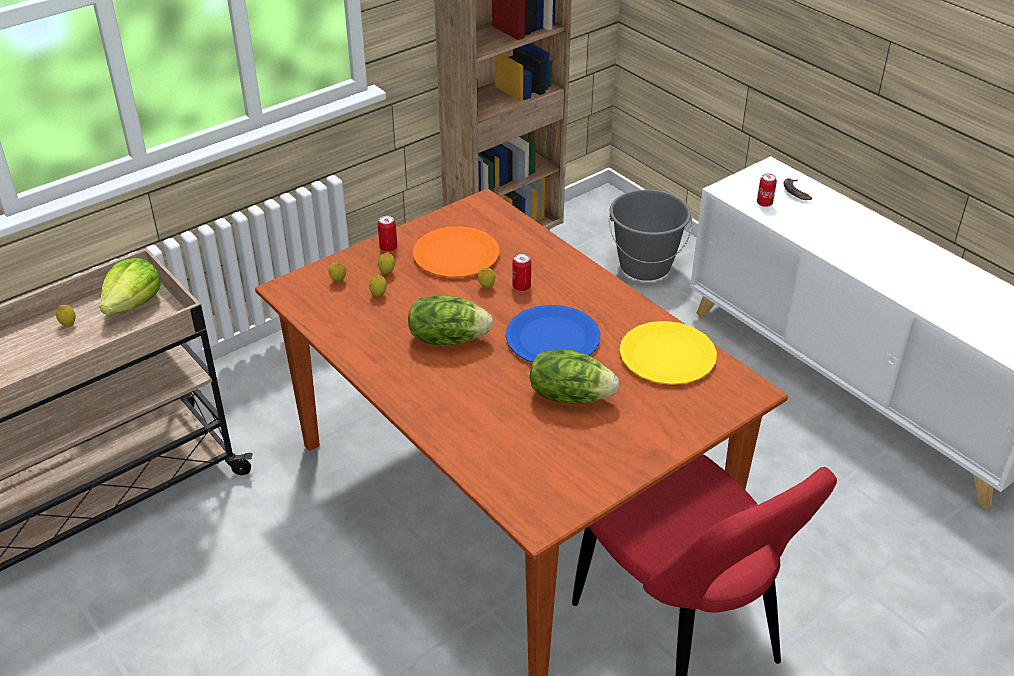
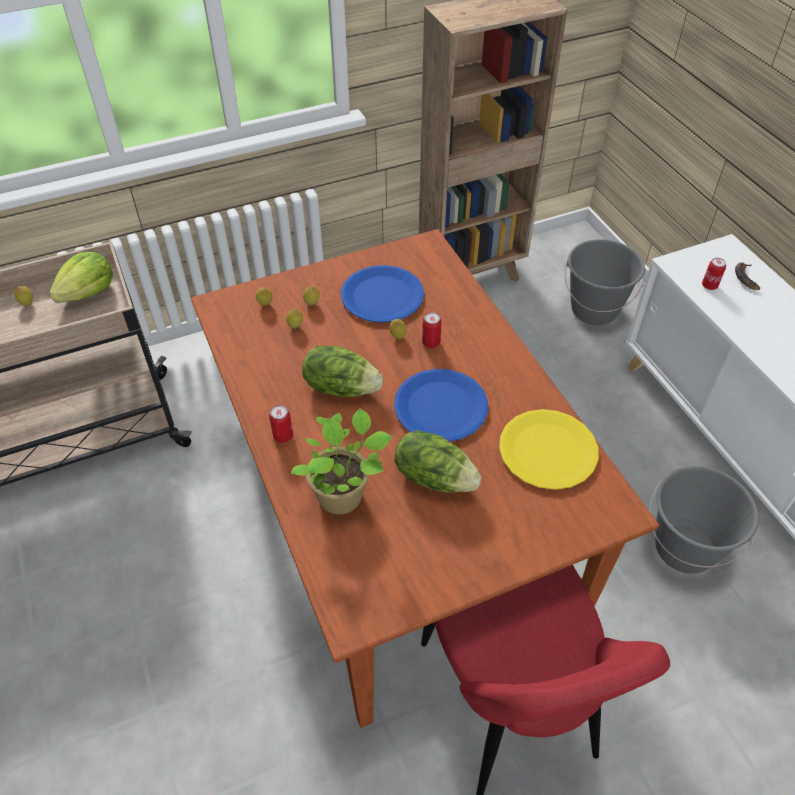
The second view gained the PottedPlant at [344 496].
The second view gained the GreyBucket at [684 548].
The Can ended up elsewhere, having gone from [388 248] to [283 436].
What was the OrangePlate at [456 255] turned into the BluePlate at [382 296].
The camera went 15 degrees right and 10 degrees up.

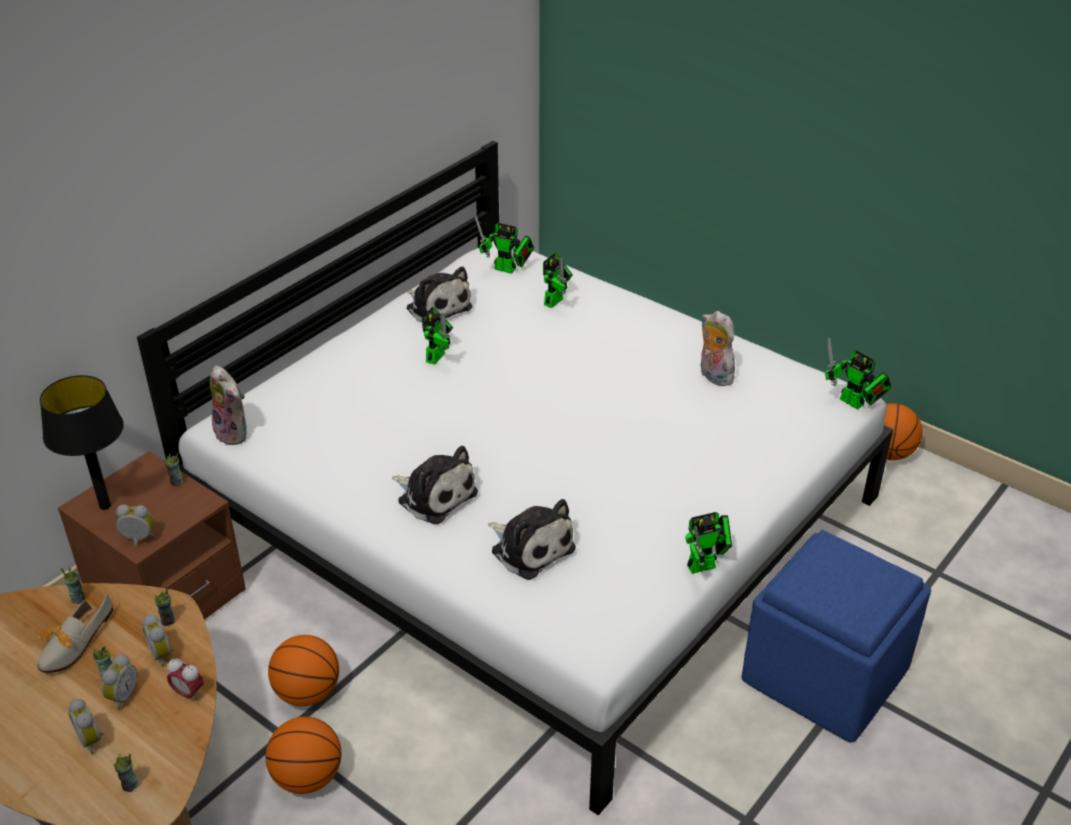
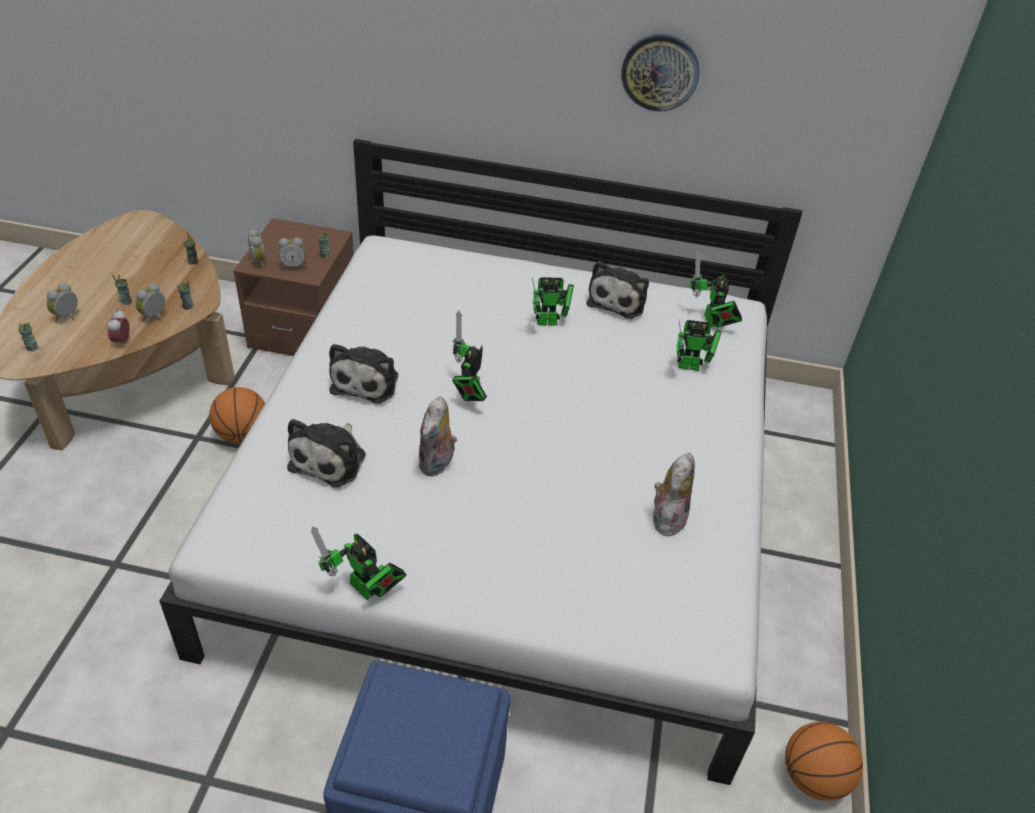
The second view lost the Shoe at [71 646].
The second view lost the BlackTableLamp at [104 506].
The second view lost the Basketball at [307 777].
The second view gained the WallClock at [660 72].
The AlarmClock ended up elsewhere, having gone from [122 696] to [293 265].
The PlushToy ended up elsewhere, having gone from [234 433] to [437 464].
The ToyRobot ended up elsewhere, having gone from [855 404] to [469 394].
The camera went 60 degrees right and 5 degrees up.

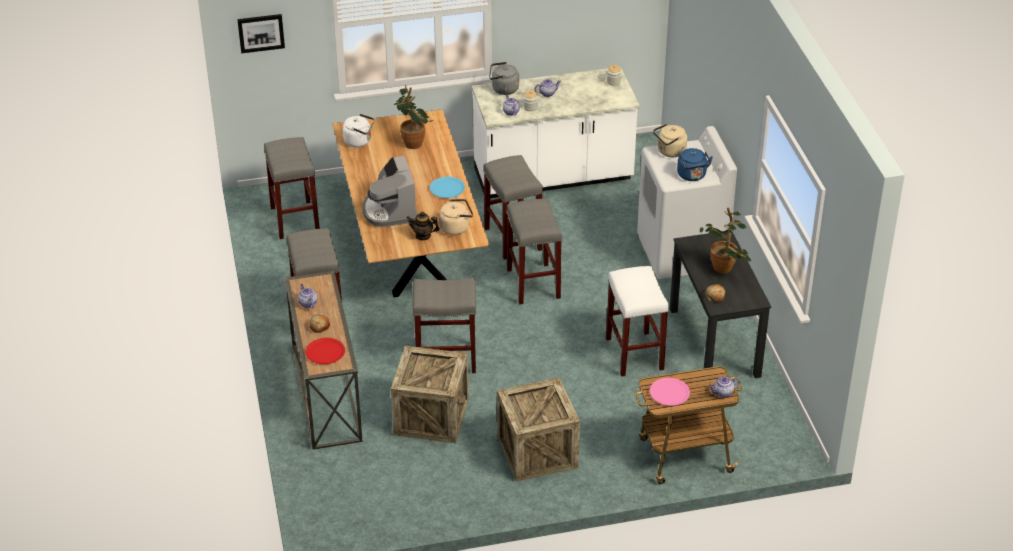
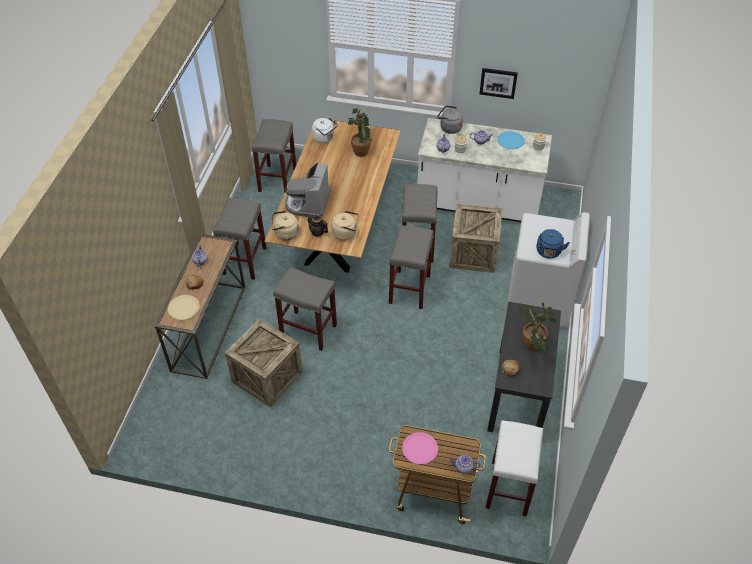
The Picture ended up elsewhere, having gone from [261 32] to [498 82].
The BluePlate ended up elsewhere, having gone from [447 188] to [511 141].
The Crate ended up elsewhere, having gone from [537 452] to [473 253].
The WhiteStool ended up elsewhere, having gone from [633 353] to [508 487].
The BeigeKettle ended up elsewhere, having gone from [670 152] to [285 234].
What was the RedPlate at [325 352] turned into the BeigePlate at [183 308].
The camera went 25 degrees right and 10 degrees up.

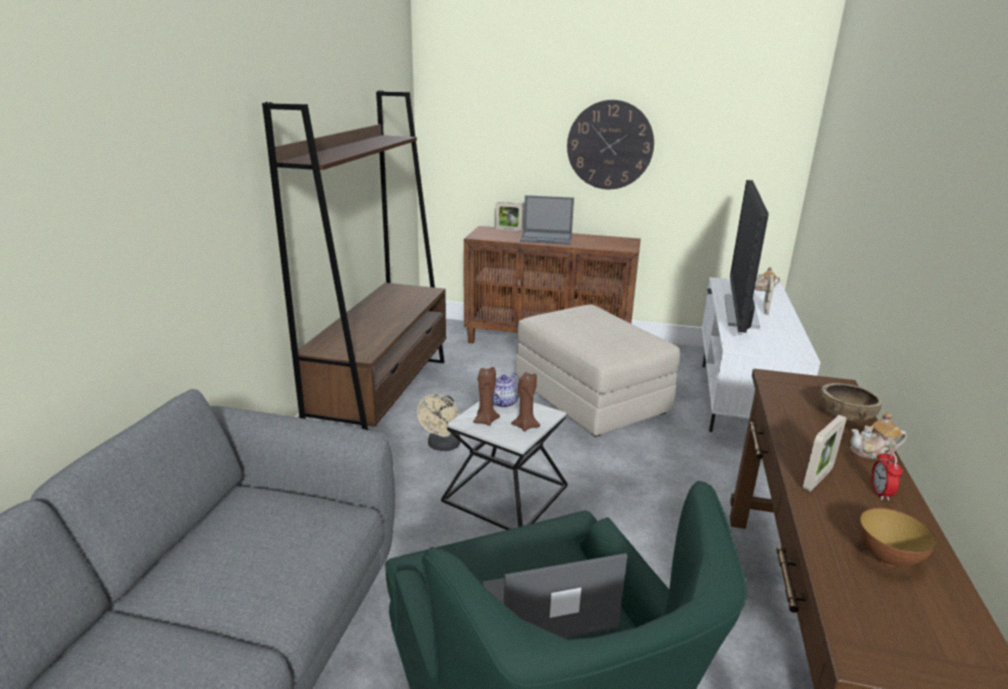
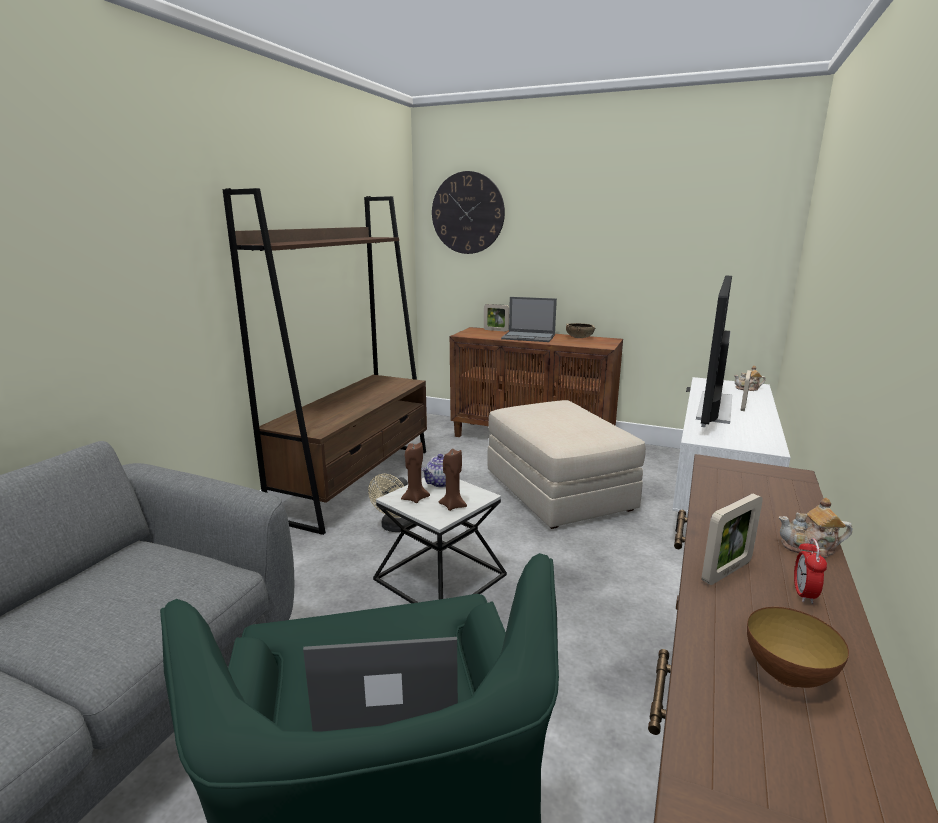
The WallClock ended up elsewhere, having gone from [610 145] to [467 213].
The BrownBowl ended up elsewhere, having gone from [845 416] to [579 337].
The camera went 10 degrees right and 5 degrees down.

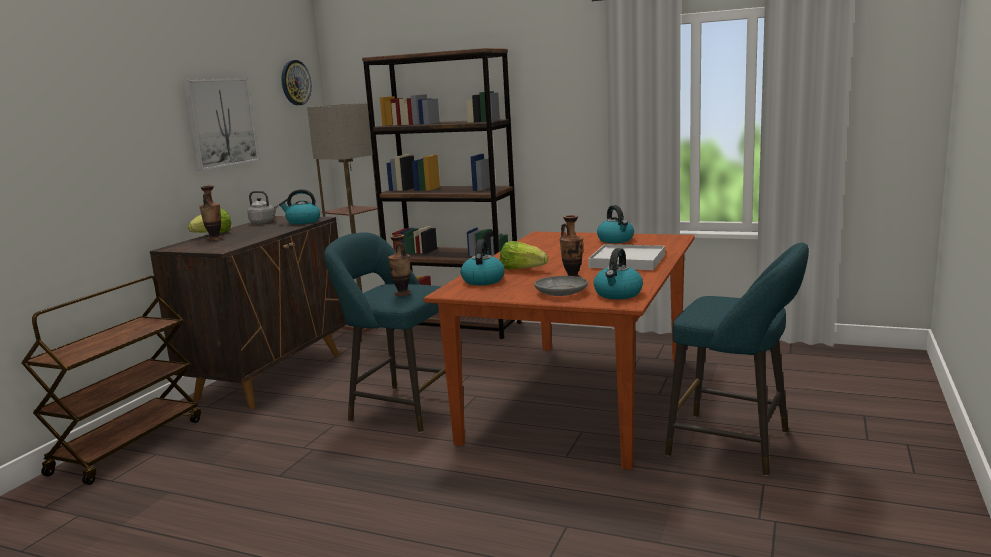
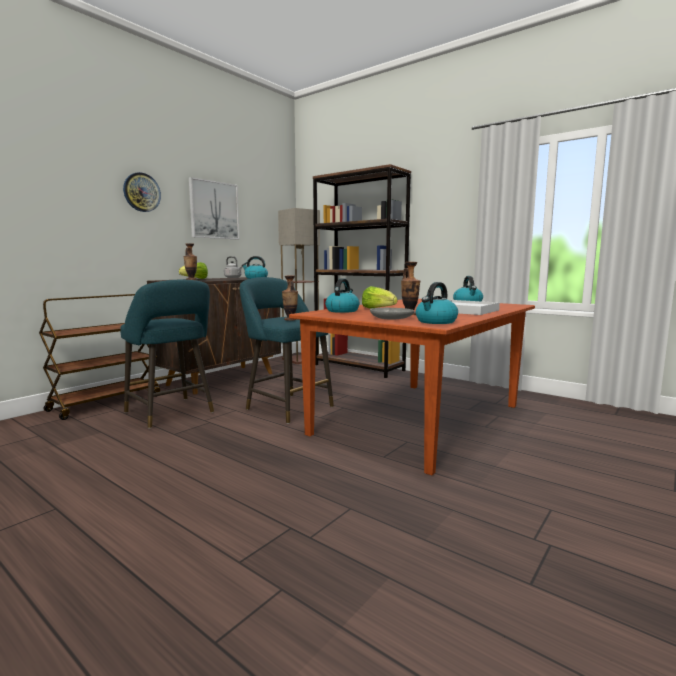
The WallClock ended up elsewhere, having gone from [295 82] to [141 192].
The TurquoiseStool ended up elsewhere, having gone from [736 445] to [171 413].
The camera went 15 degrees right and 5 degrees down.

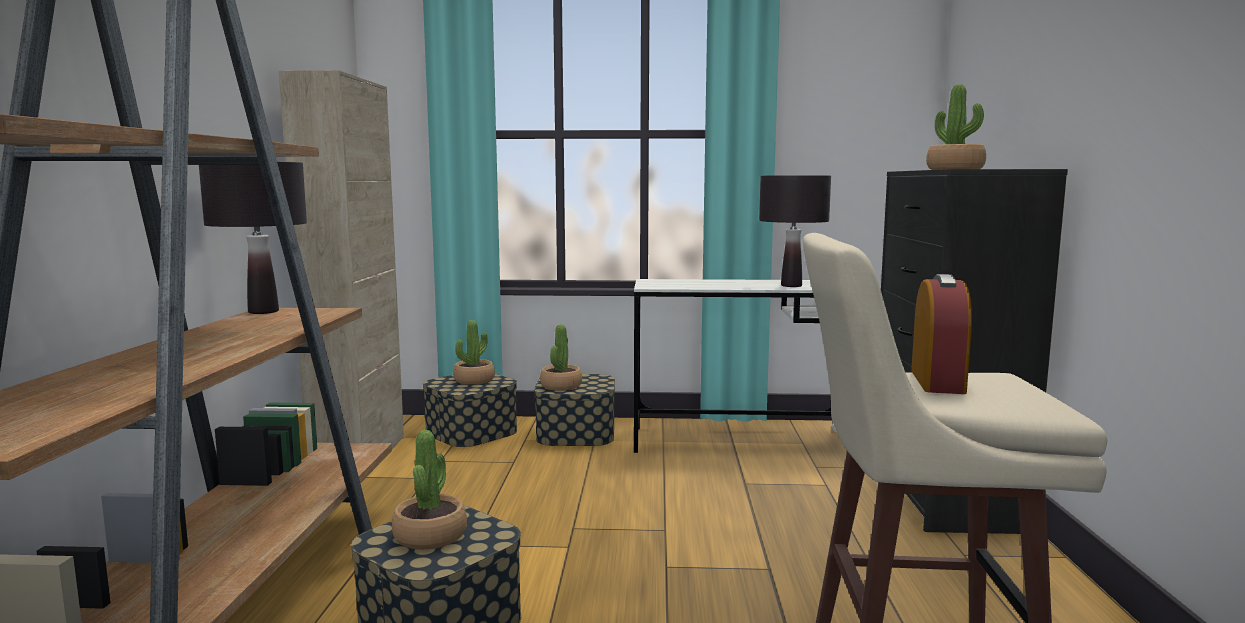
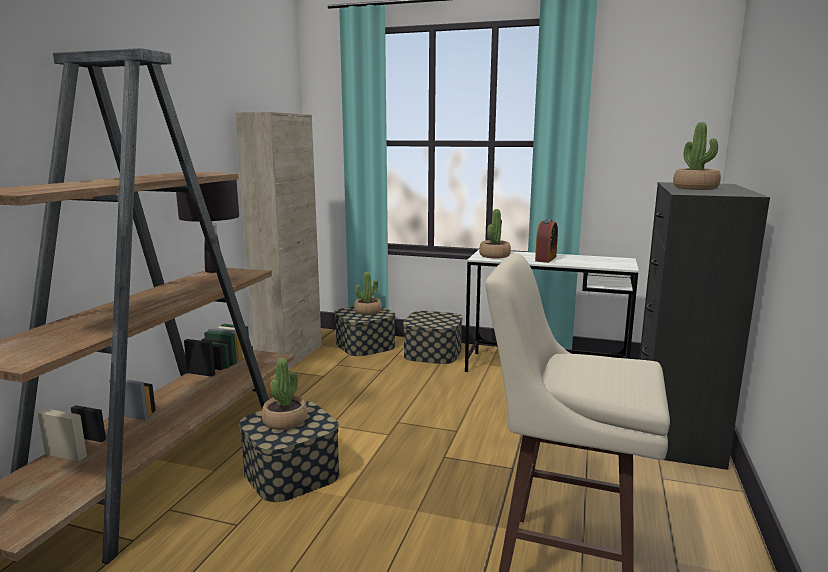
The second view lost the BlackTableLamp at [791 285].
The PottedPlant ended up elsewhere, having gone from [561 386] to [494 256].
The AlarmClock ended up elsewhere, having gone from [937 381] to [545 259].
The camera went 15 degrees right and 5 degrees up.

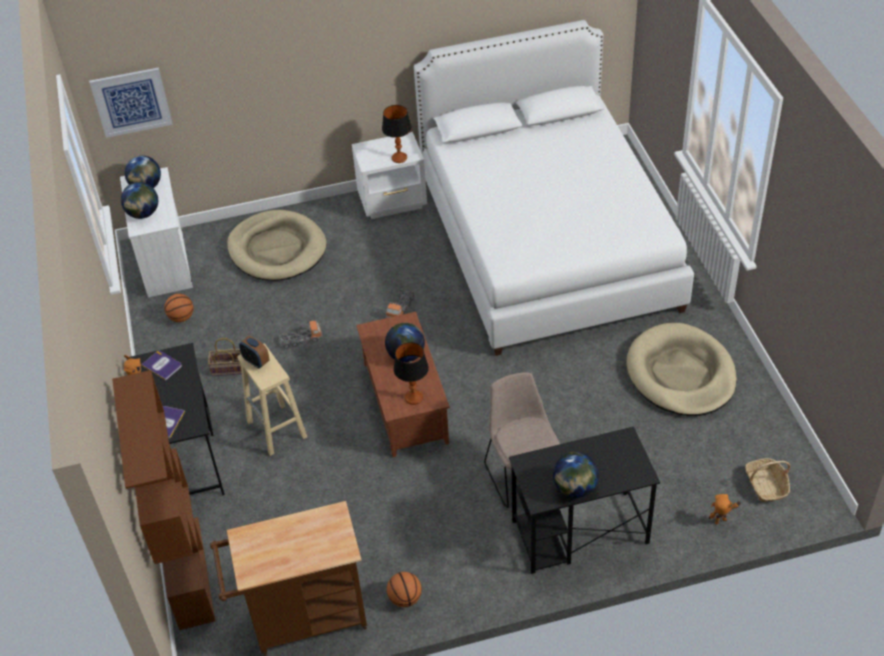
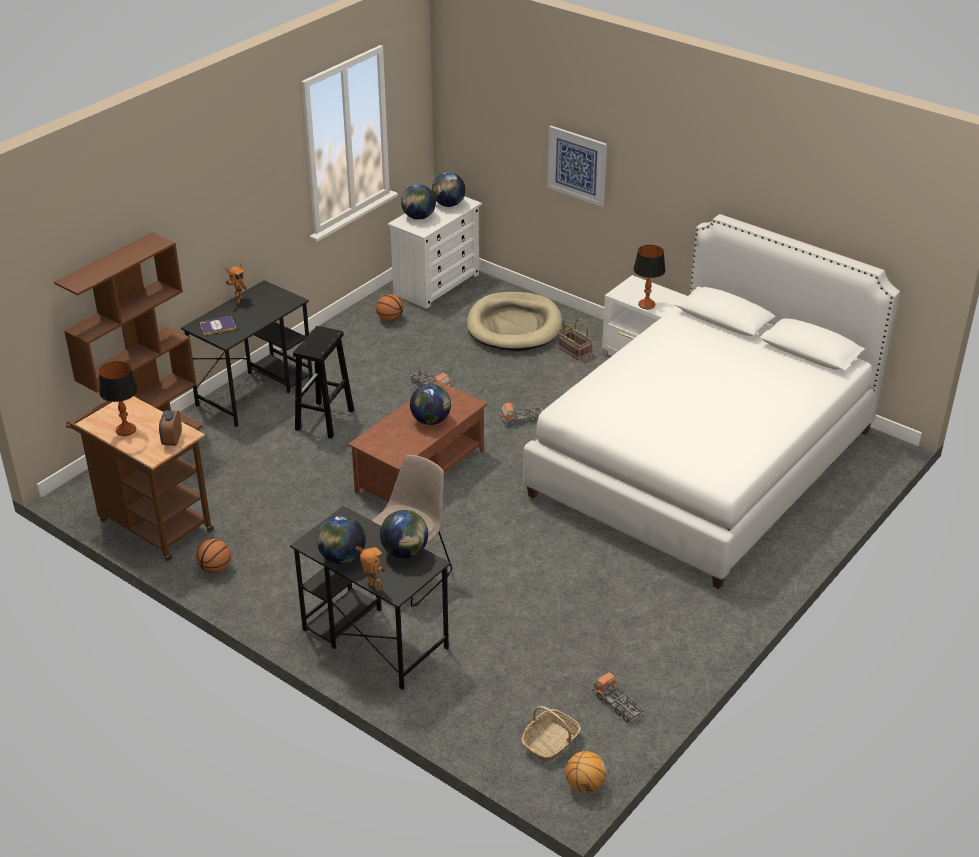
The second view lost the Book at [162 365].
The second view lost the BeigeDogBed at [681 374].
The second view gained the Globe at [405 552].
The second view gained the Basketball at [584 785].
The second view gained the ToyTruck at [618 704].
The Picture ended up elsewhere, having gone from [131 102] to [577 165].
The Basket ended up elsewhere, having gone from [227 369] to [573 351].
The AlarmClock ended up elsewhere, having gone from [256 361] to [172 440].
The TableLamp ended up elsewhere, having gone from [414 398] to [125 430].
The ToyRobot ended up elsewhere, having gone from [722 523] to [374 588].
What was the BeigeStool at [277 430] turned into the BlackStool at [324 420].
The camera went 50 degrees right and 10 degrees down.

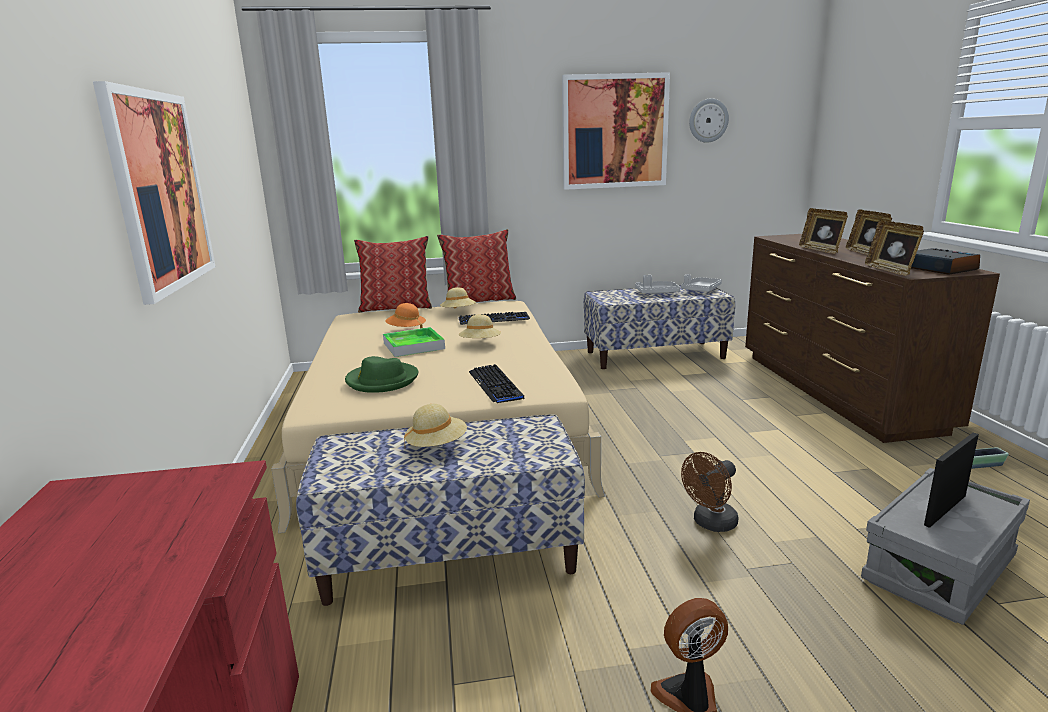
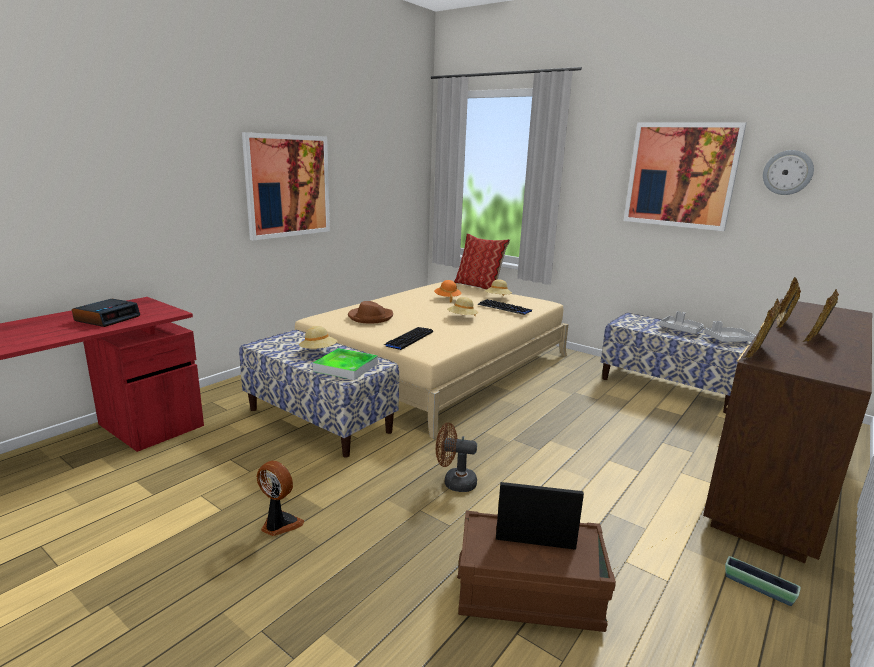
The second view lost the Pillow at [479 300].
The Tray ended up elsewhere, having gone from [413 346] to [346 367].
The AlarmClock ended up elsewhere, having gone from [939 268] to [108 318].
What was the GreenHat at [382 380] turned into the BrownHat at [370 317].
What was the GreyStorageBox at [938 569] turned into the BrownStorageBox at [528 593].
The camera went 45 degrees right and 0 degrees up.

